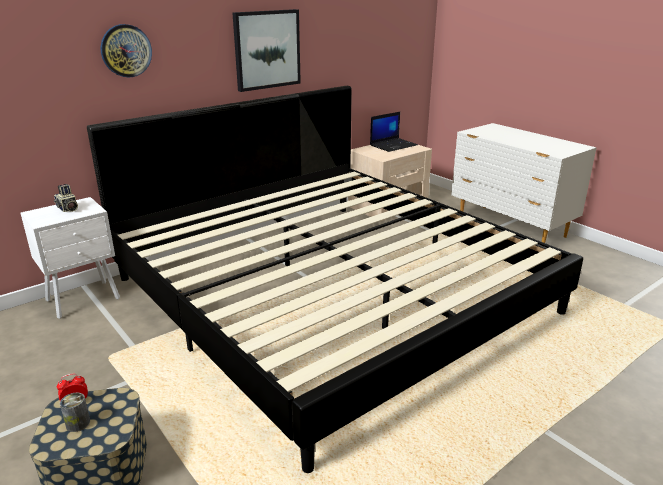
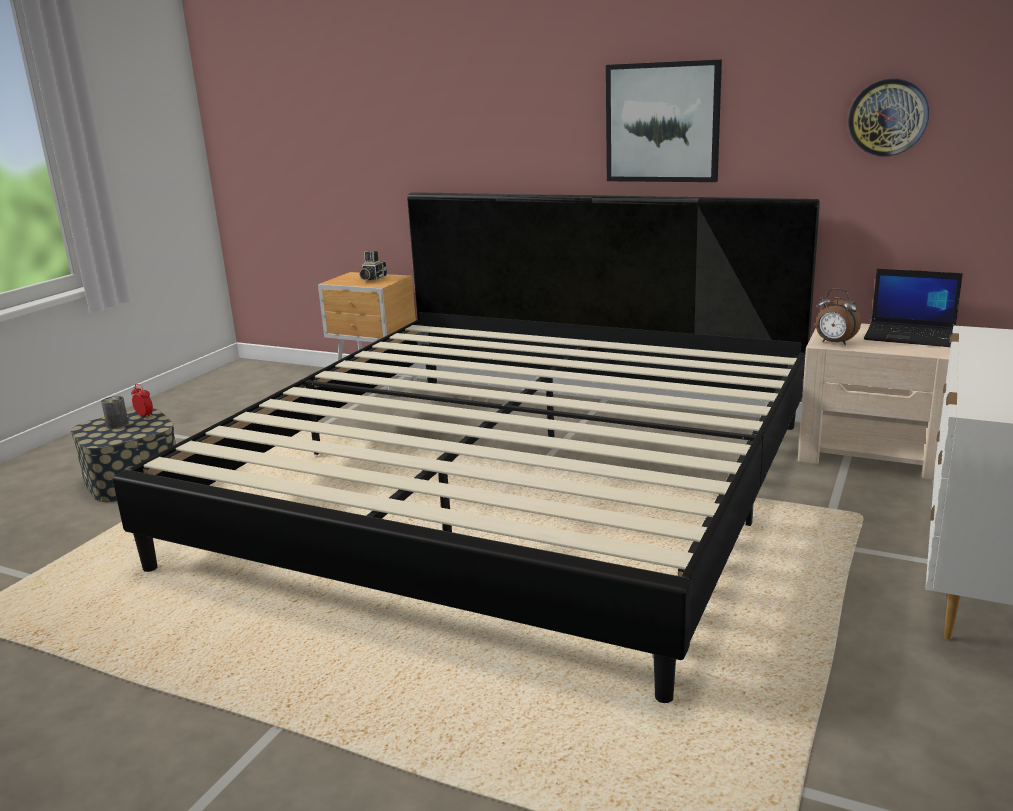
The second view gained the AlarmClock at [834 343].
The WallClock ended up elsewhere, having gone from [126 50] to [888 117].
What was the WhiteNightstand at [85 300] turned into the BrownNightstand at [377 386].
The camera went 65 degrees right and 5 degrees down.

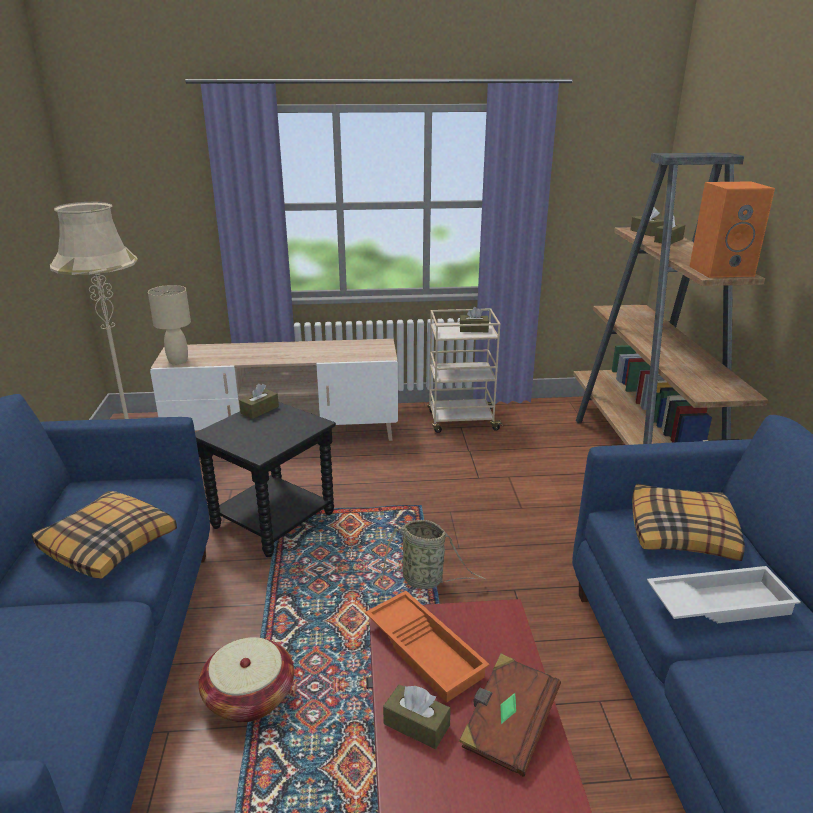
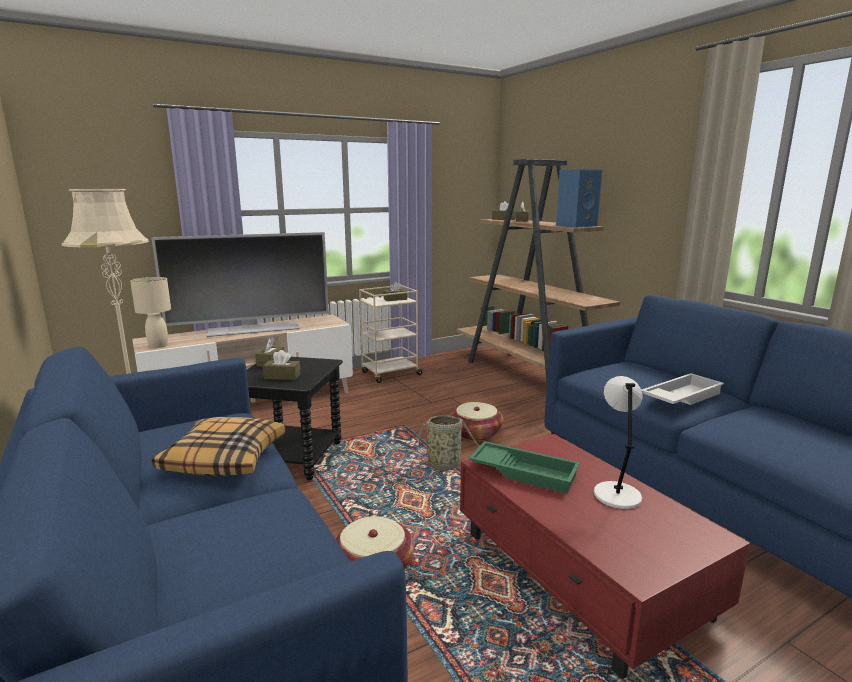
The second view lost the Pillow at [683 533].
The second view gained the Television at [253 329].
The second view gained the Basket at [476 433].
The BrownTissueBox ended up elsewhere, having gone from [416 725] to [282 376].
Where the BrownBook stood at [507 727], the WhiteTableLamp came to stand at [616 494].
What was the OrangeTray at [426 650] turned into the GreenTray at [524 472].
What was the OrangeSpeaker at [722 271] turned into the BlueSpeaker at [576 225].
The camera went 25 degrees left and 10 degrees down.

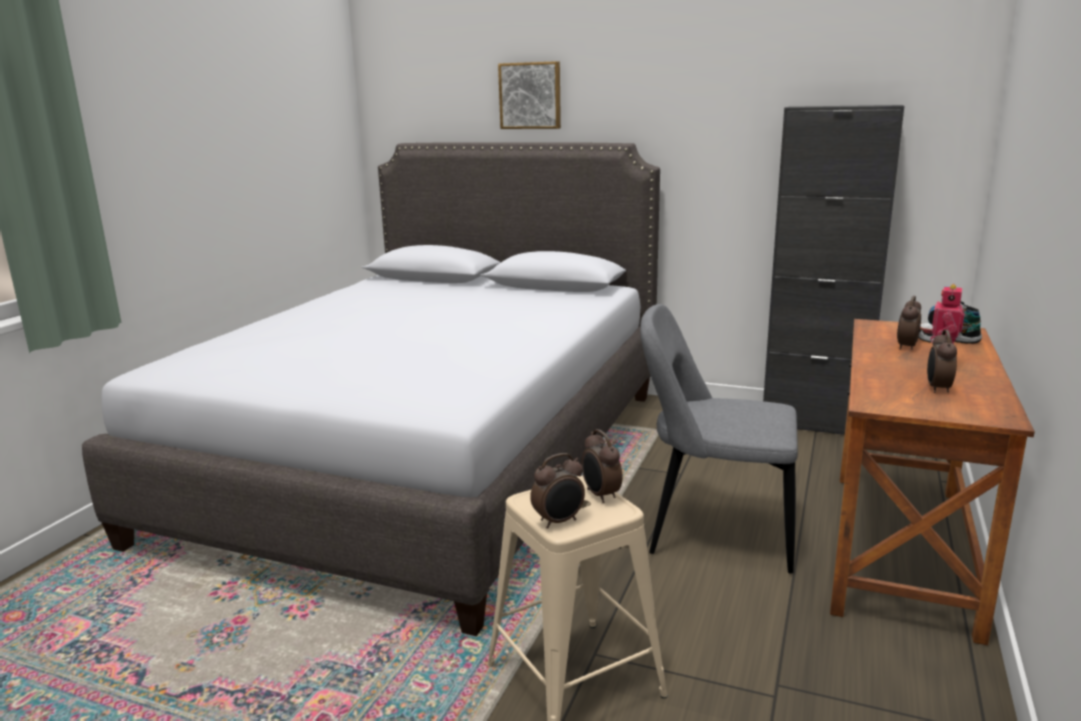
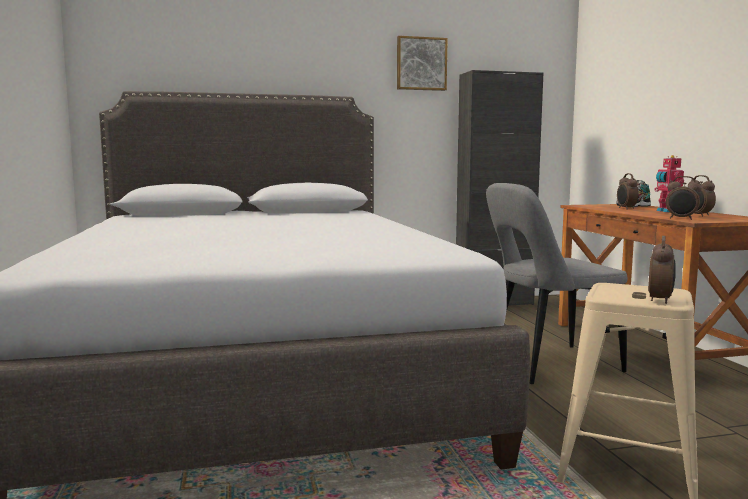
The Picture ended up elsewhere, having gone from [530 95] to [421 64].
The AlarmClock ended up elsewhere, having gone from [600 495] to [681 219].
The camera went 35 degrees left and 10 degrees down.

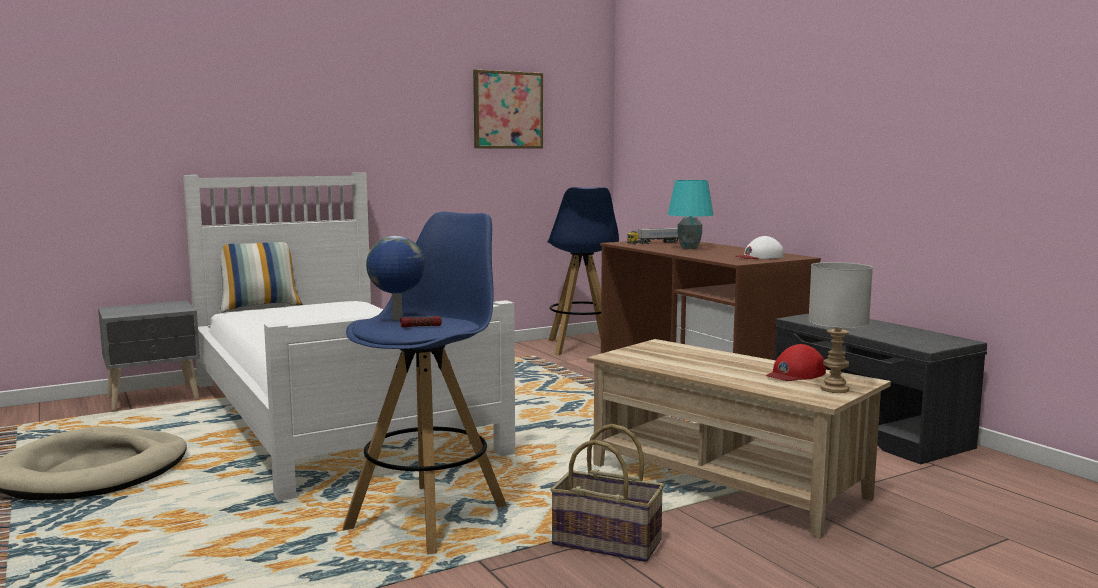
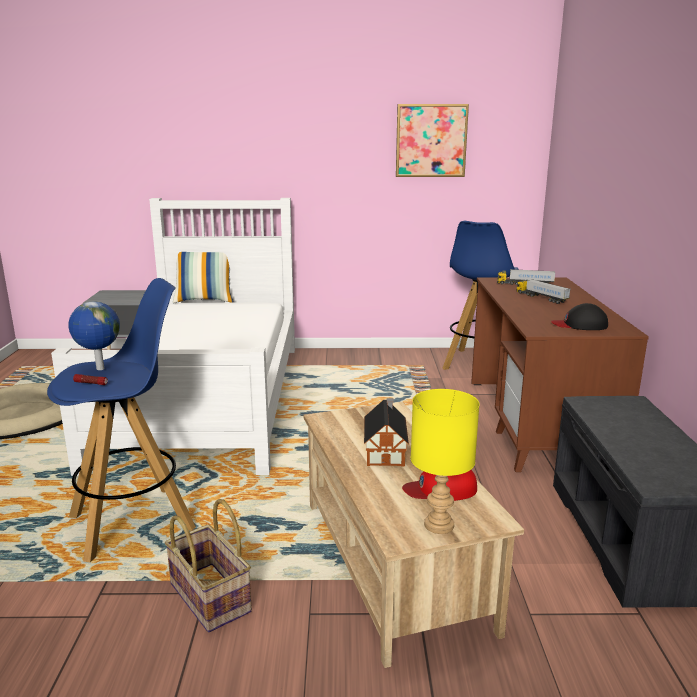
The second view gained the ToyHouse at [385 451].
Where the TurquoiseTableLamp stood at [689 248], the ToyTruck came to stand at [541 298].
What was the WhiteCap at [760 257] turned into the BlackCap at [580 325].
What was the GreyTableLamp at [835 389] turned into the YellowTableLamp at [440 525].
The camera went 30 degrees right and 10 degrees up.

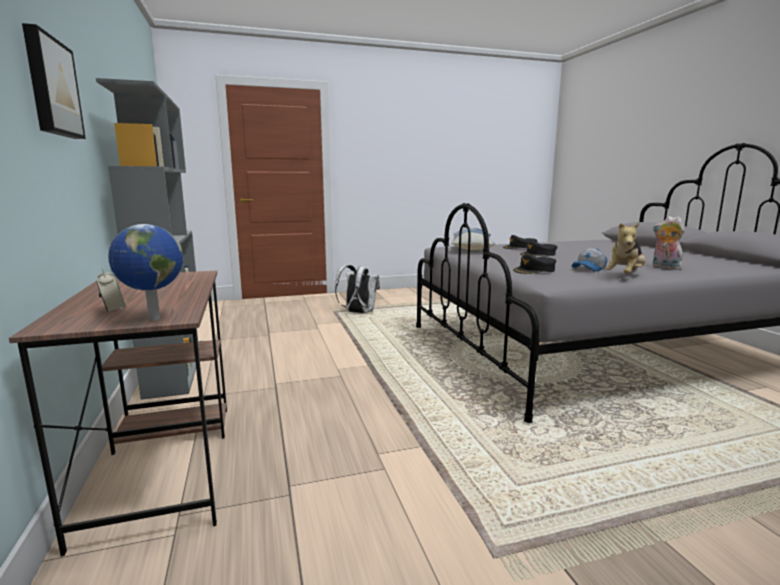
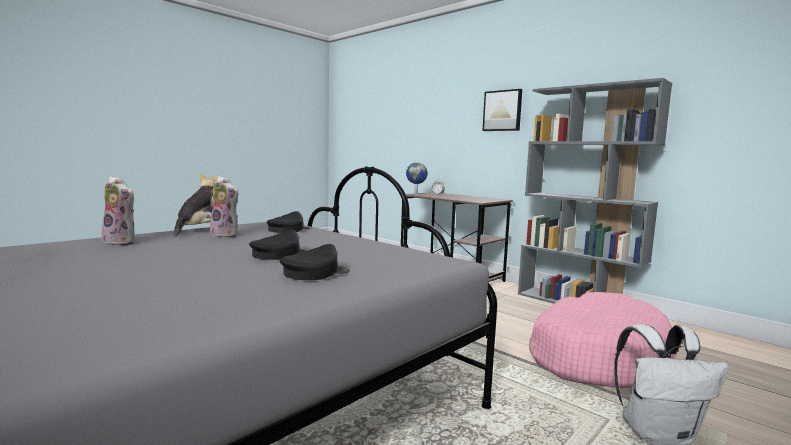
The second view lost the Pillow at [472 248].
The second view gained the PinkDogBed at [595 355].
Where the Cap stood at [589 269], the PlushToy came to stand at [226 235].
The camera went 150 degrees right and 5 degrees down.

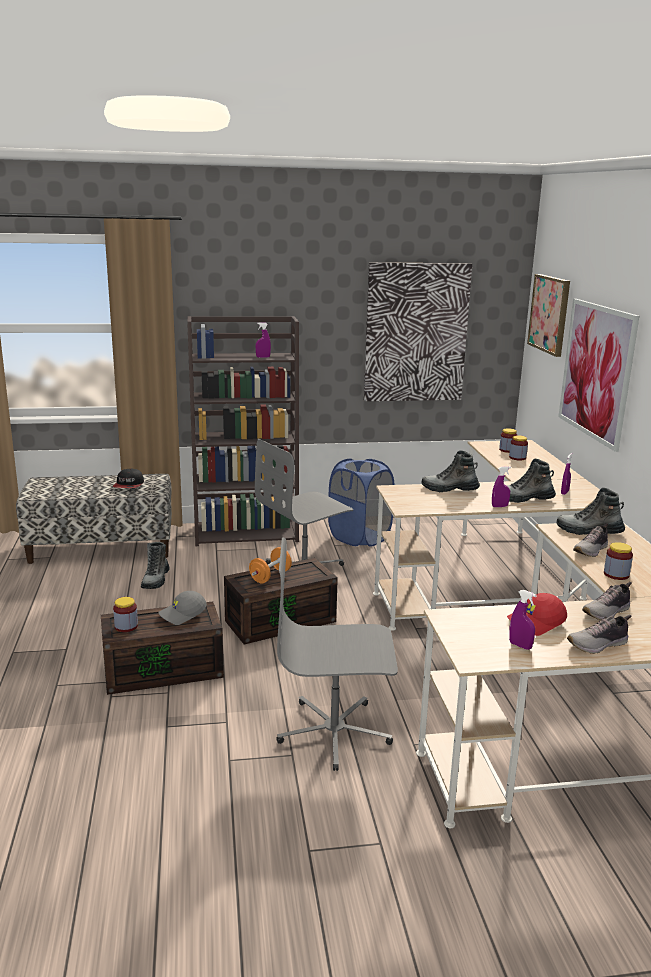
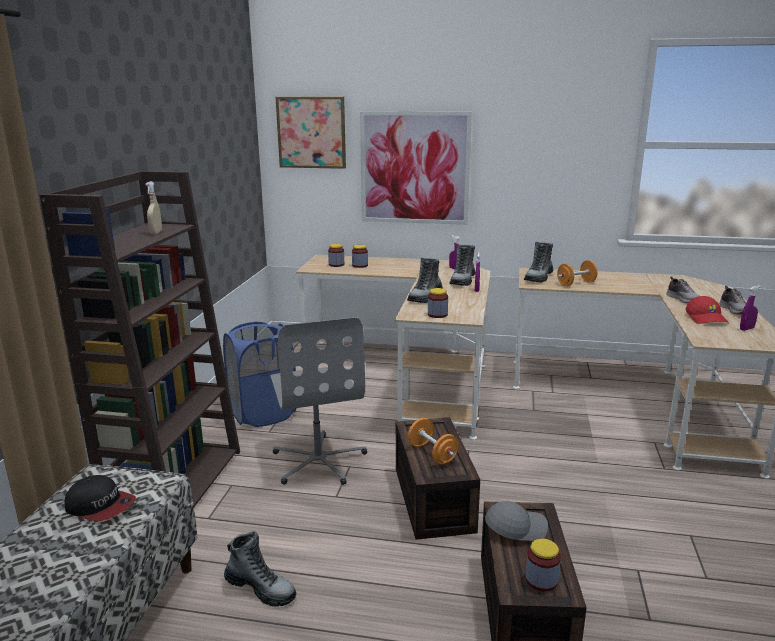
The second view lost the GreyOfficeChair at [334 732].
The second view lost the Picture at [416 333].
The Jar ended up elsewhere, having gone from [616 574] to [437 314].
Where the Shoe stood at [591 550], the OrangeDumbbell came to stand at [576 283].
What was the PurpleSprayBottle at [263 357] turned into the BeigeSprayBottle at [156 233].
The GreyCap at [182 614] ended up facing another way, 90 degrees counterclockwise from before.
The camera went 70 degrees left and 0 degrees up.

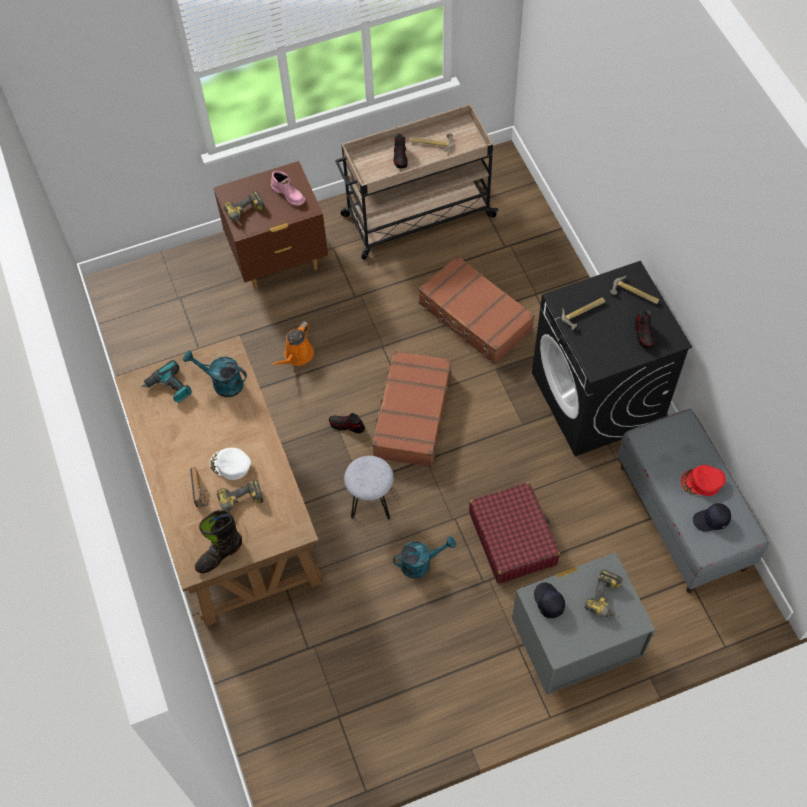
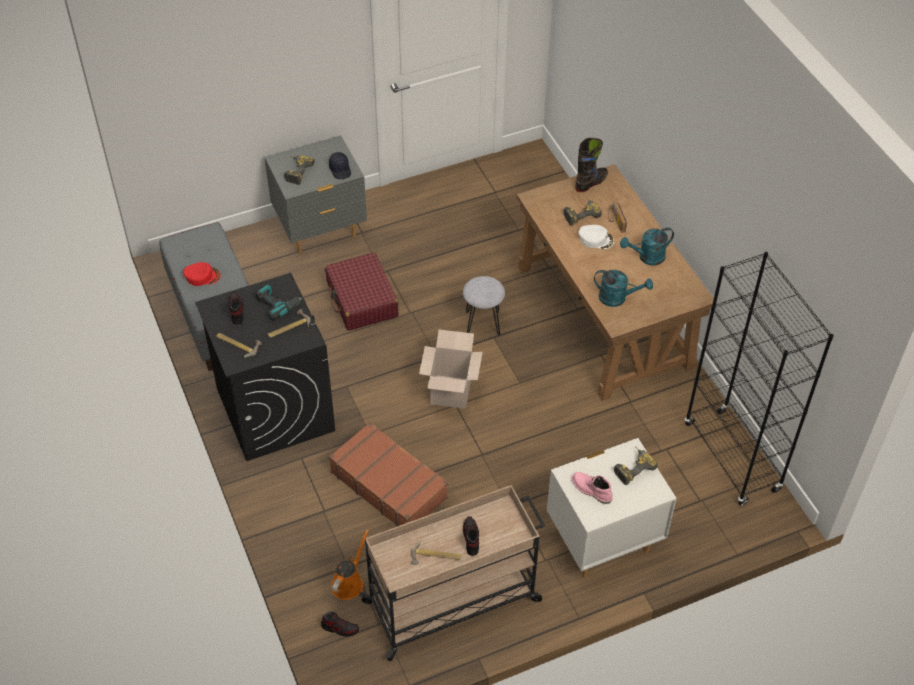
The second view lost the BlackCap at [711 520].
The second view gained the BlackBookcase at [731 457].
The PowerDrill ended up elsewhere, having gone from [169 387] to [278 305].
The OrangeWateringCan ended up elsewhere, having gone from [297 356] to [349 582].
The Shoe ended up elsewhere, having gone from [347 426] to [340 628].
The TurquoiseWateringCan ended up elsewhere, having gone from [421 563] to [647 257].
Where the BrownSuitcase stood at [411 415], the CardboardBox came to stand at [450 391].
What was the BrownNightstand at [279 261] turned into the WhiteNightstand at [603 542].
The camera went 175 degrees right and 10 degrees down.

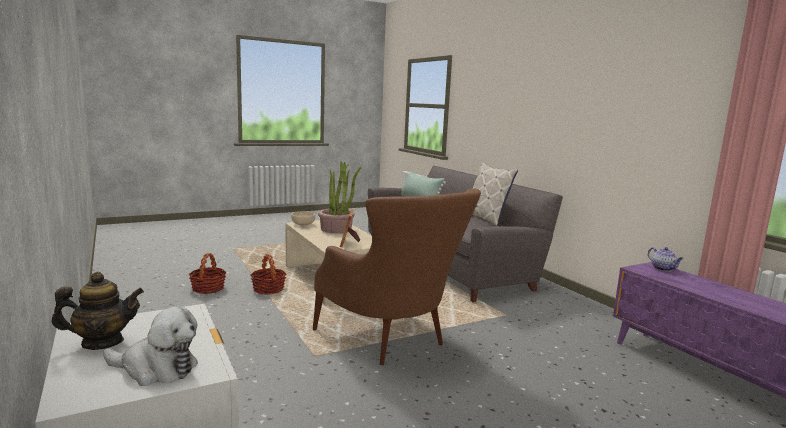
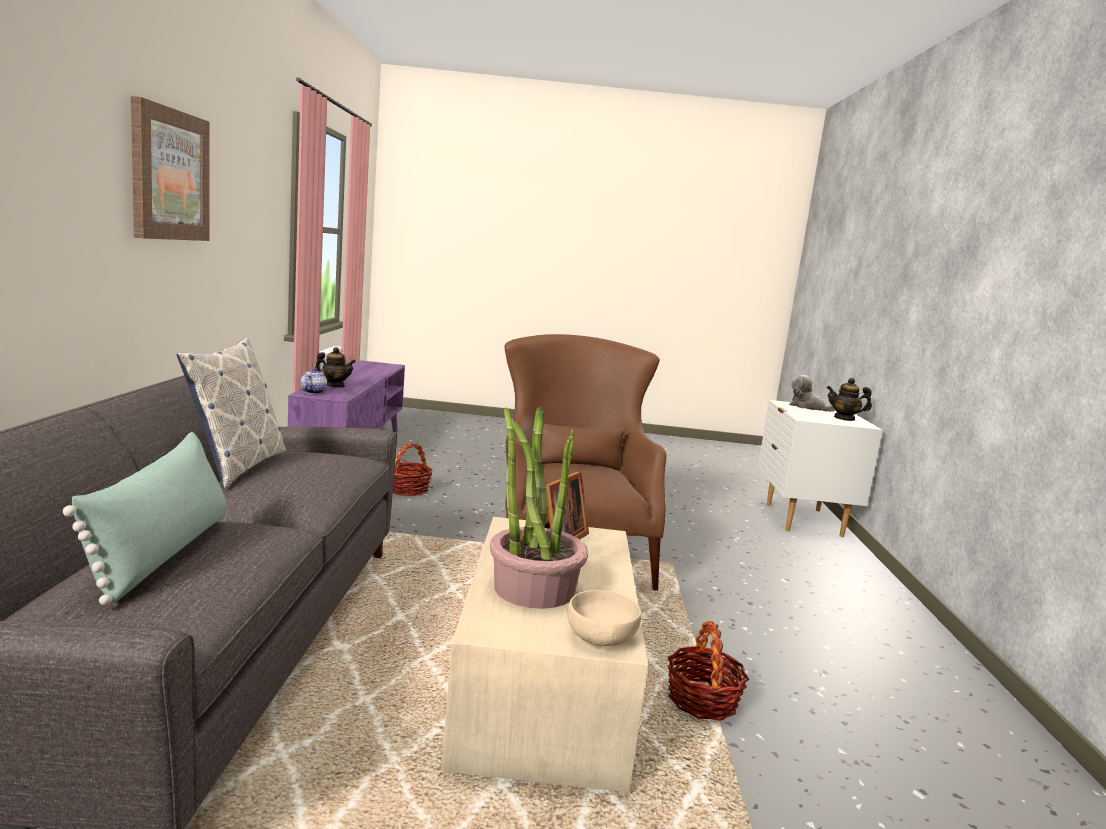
The second view gained the Picture at [169 175].
The second view gained the Teapot at [334 385].
The Basket ended up elsewhere, having gone from [208 288] to [408 490].
The camera went 150 degrees left and 0 degrees up.

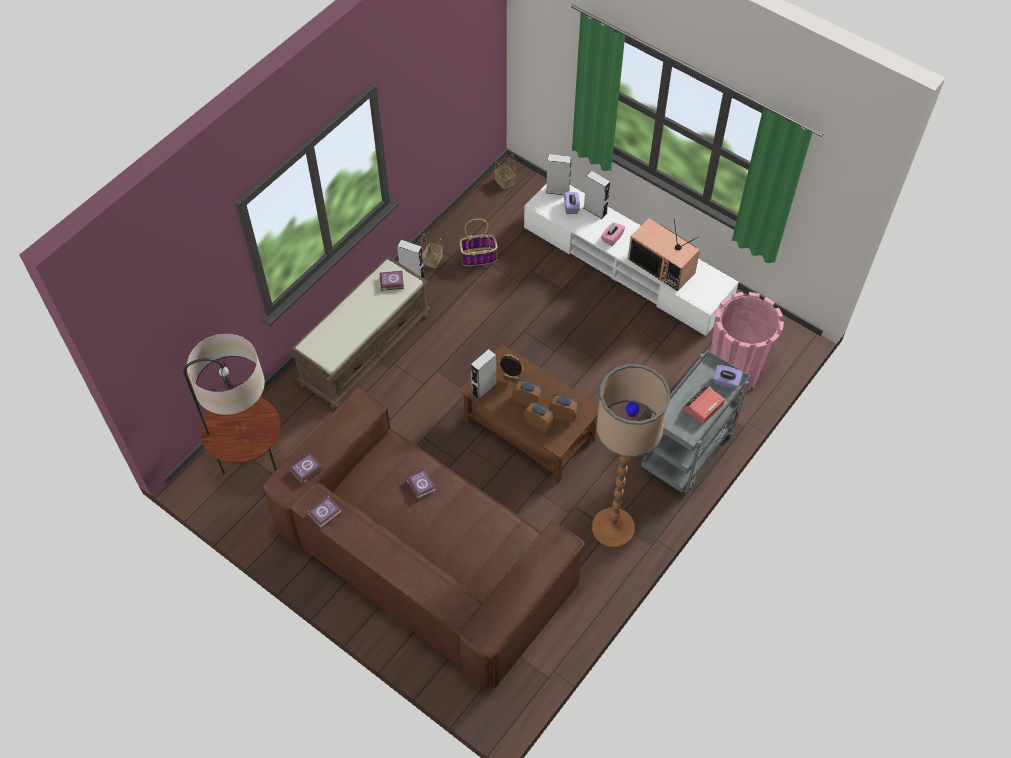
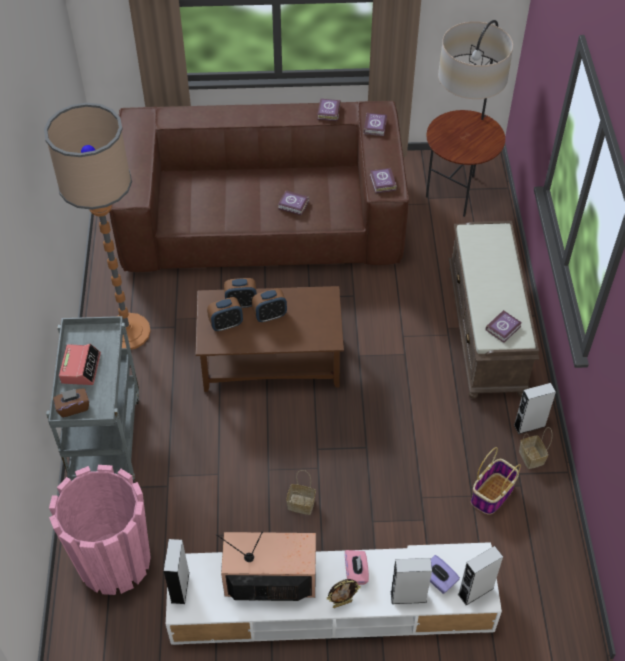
The second view gained the Book at [382 183].
The GreySpeaker ended up elsewhere, having gone from [484 389] to [180 587].
The Basket ended up elsewhere, having gone from [505 182] to [300 504].
The PictureFrame ended up elsewhere, having gone from [511 377] to [342 603].
What was the PurpleTissueBox at [726 382] turned into the BrownTissueBox at [73 407].
The camera went 140 degrees right and 5 degrees down.

